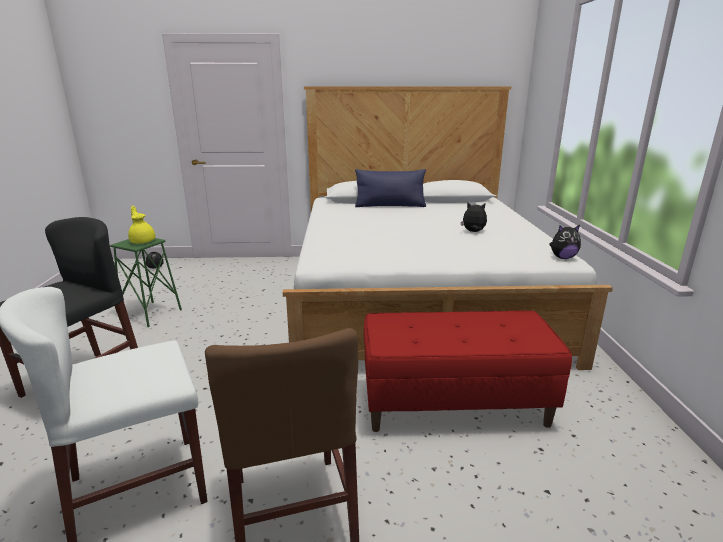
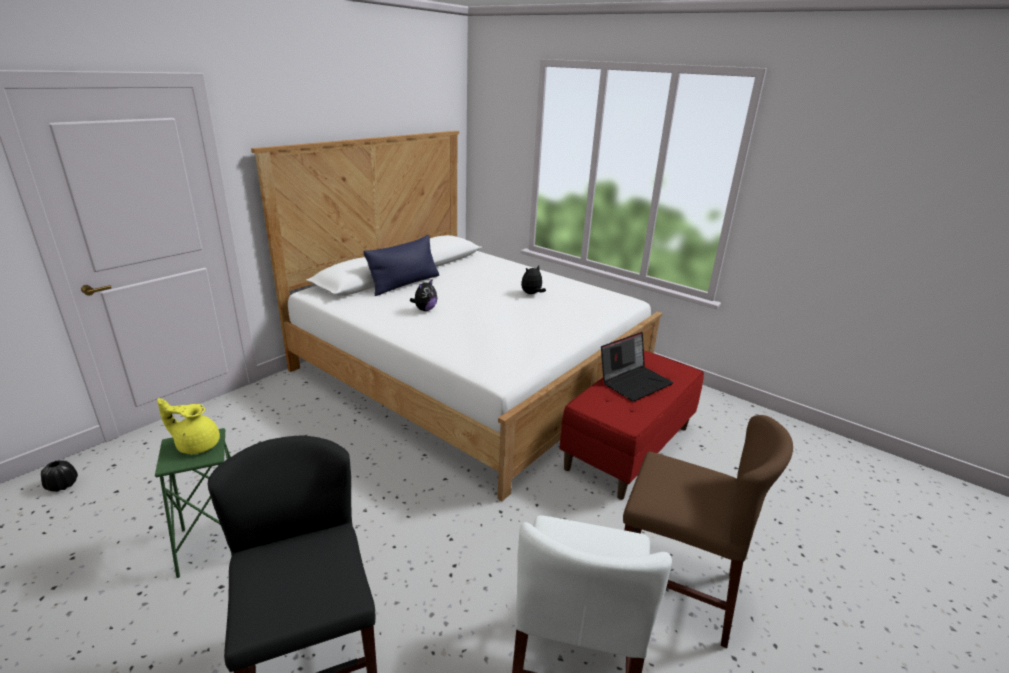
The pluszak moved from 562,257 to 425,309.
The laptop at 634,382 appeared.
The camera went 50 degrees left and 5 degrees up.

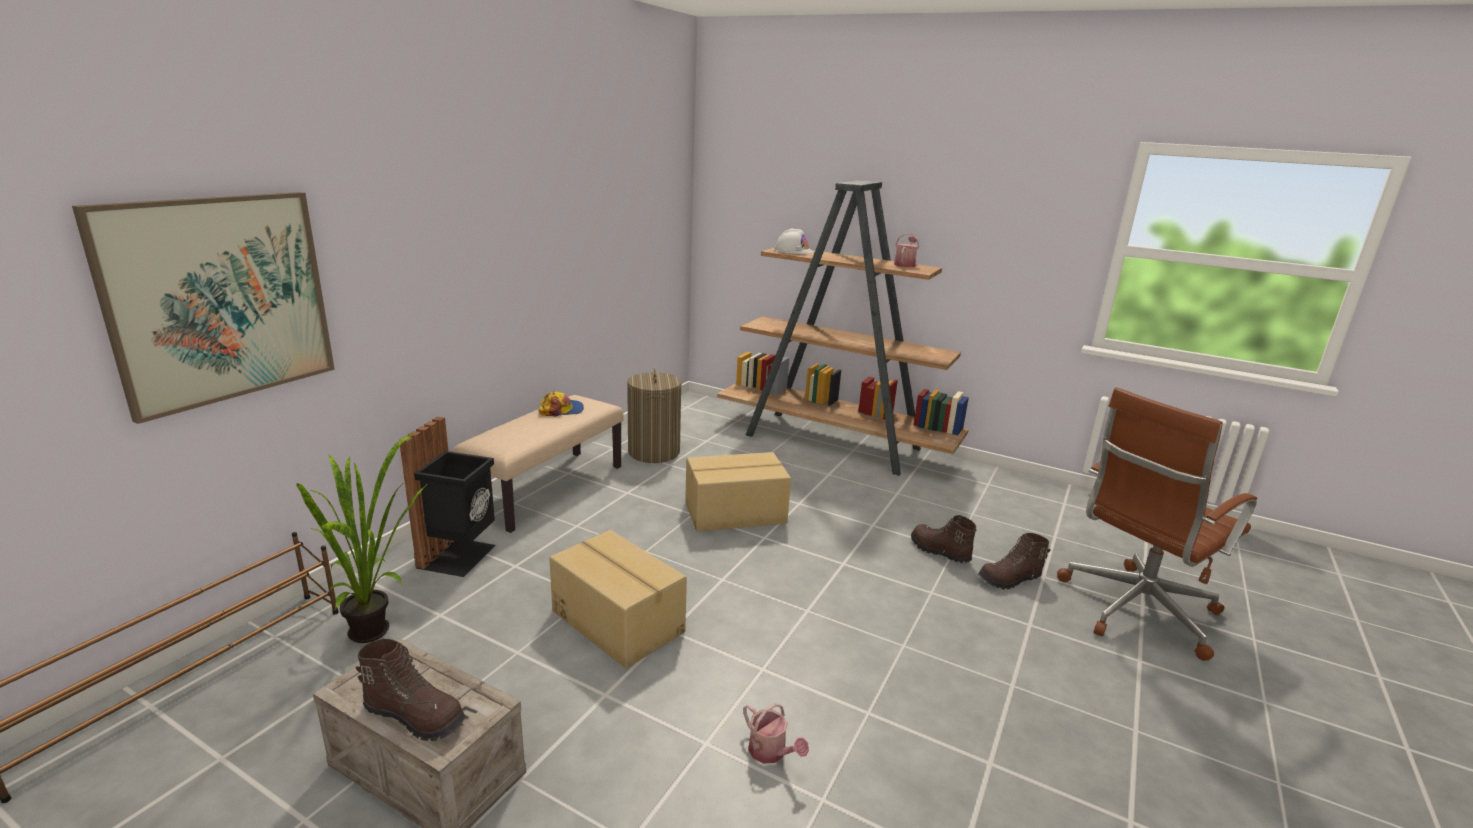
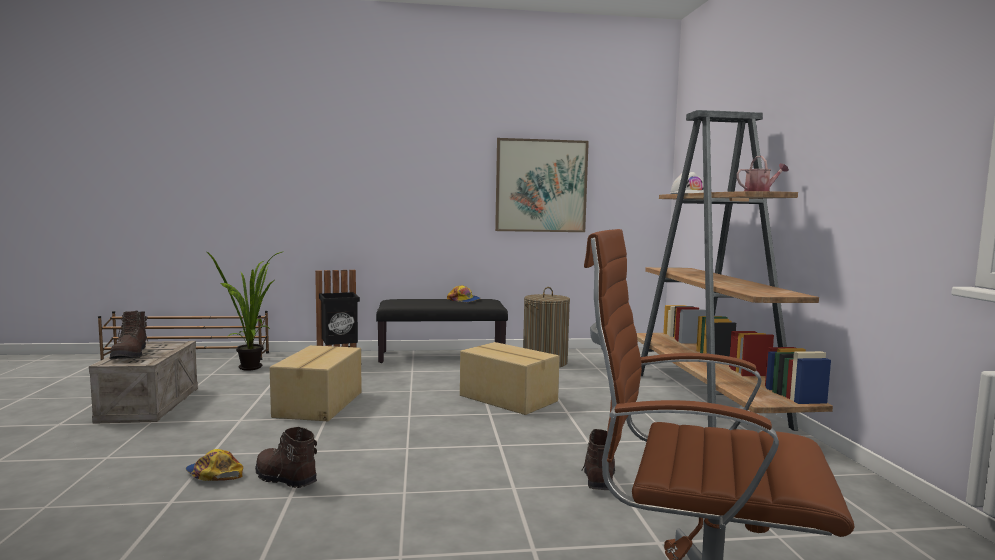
The obraz moved from 221,299 to 541,186.
The ławka/beżowy at 546,489 became the ławka/czarny at 442,356.
The but z cholewką/brązowy moved from 1010,579 to 284,479.
The konewka at 771,753 was replaced by the czapka z daszkiem at 213,474.
The camera went 55 degrees right and 15 degrees down.

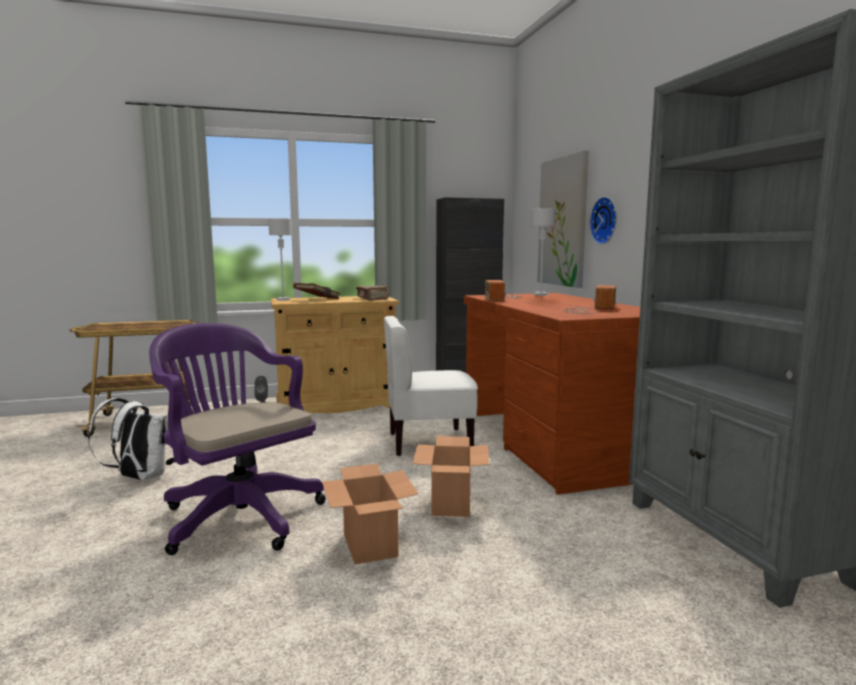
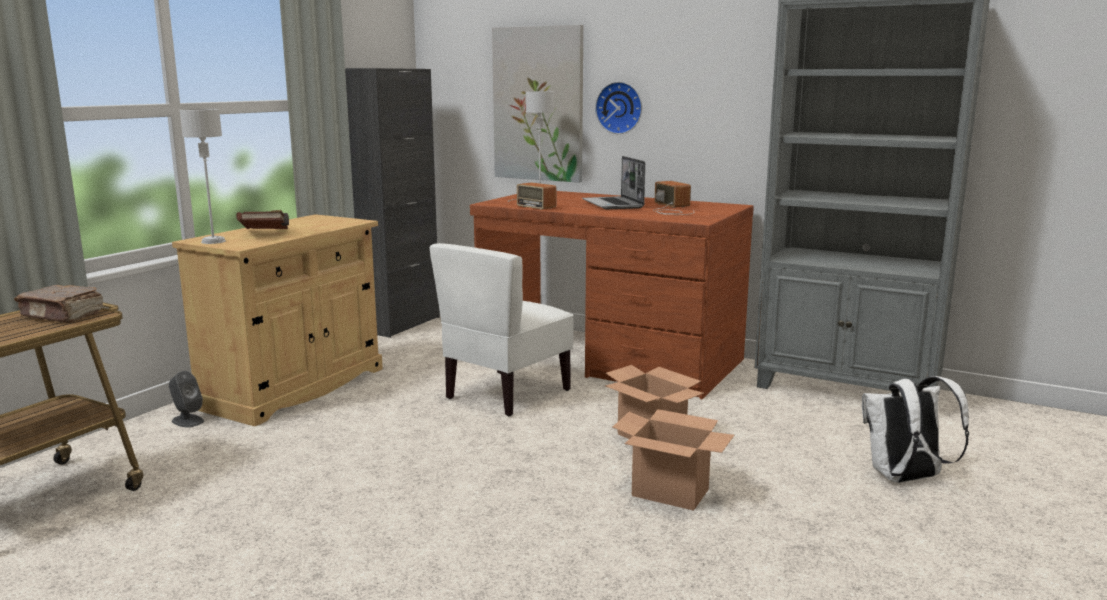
The książka/brązowy moved from 372,299 to 62,316.
The krzesło biurowe/fioletowy at 238,514 disappeared.
The plecak/biały moved from 138,477 to 905,479.
The laptop at 613,204 appeared.
The camera went 45 degrees left and 5 degrees up.

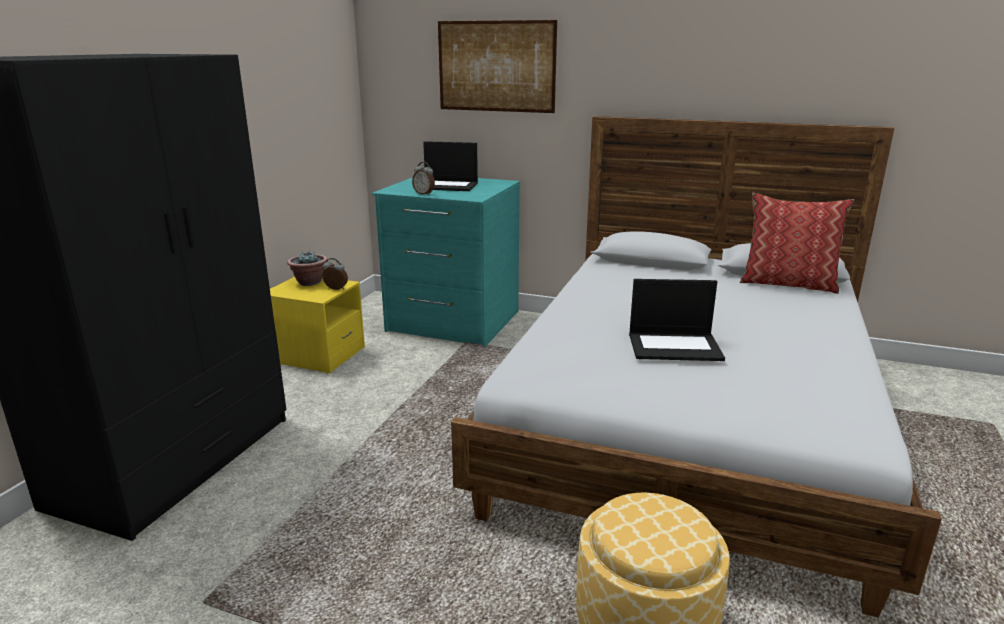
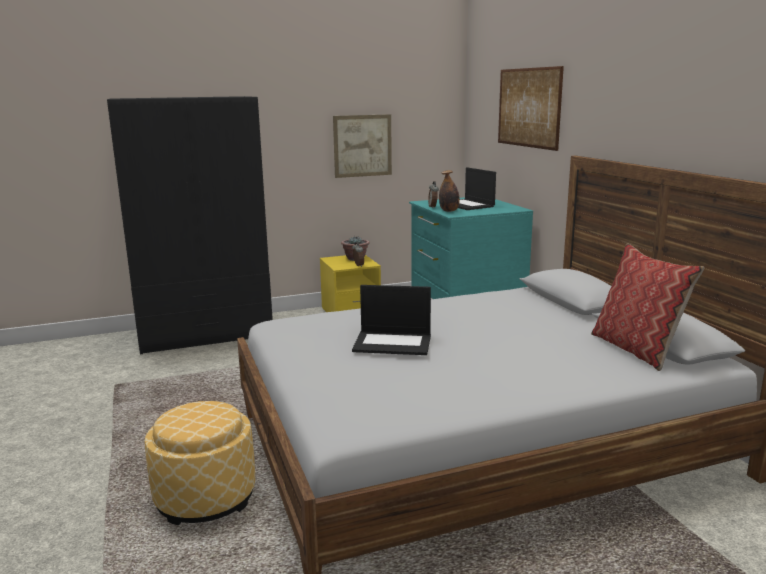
The laptop at 675,346 turned 45 degrees counterclockwise.
The obraz at 362,146 appeared.
The butelka at 449,211 appeared.
The camera went 50 degrees right and 5 degrees down.

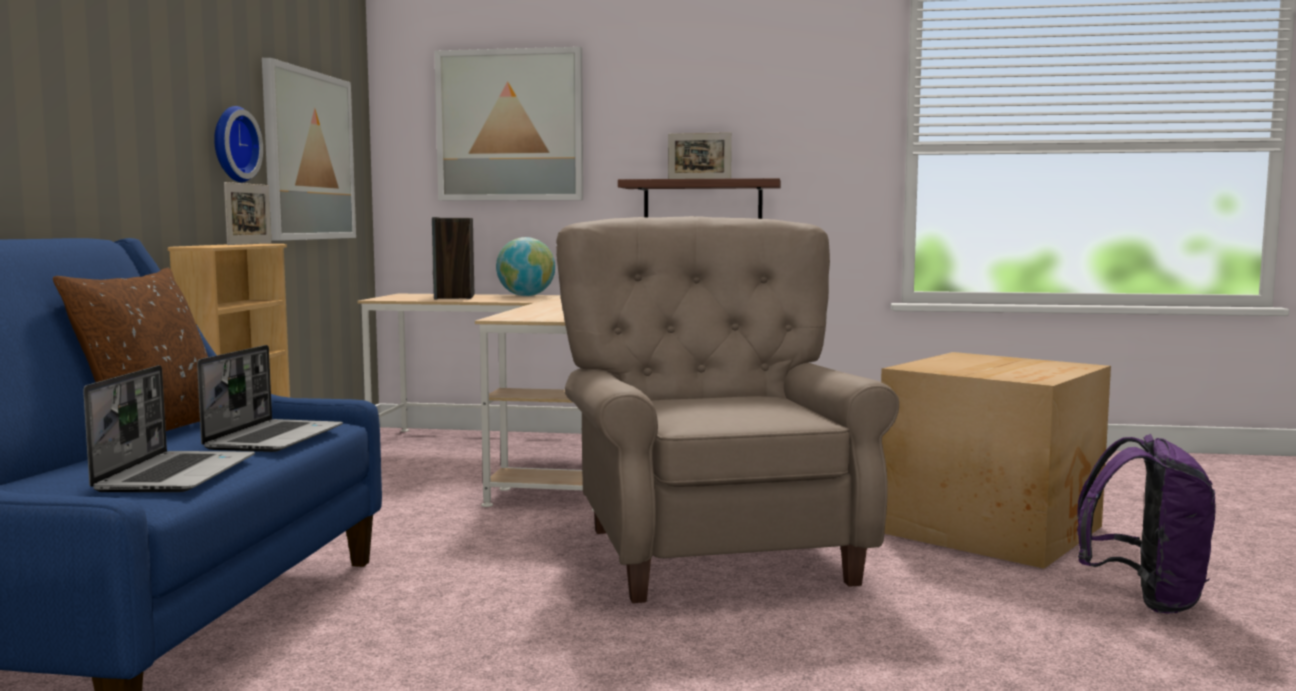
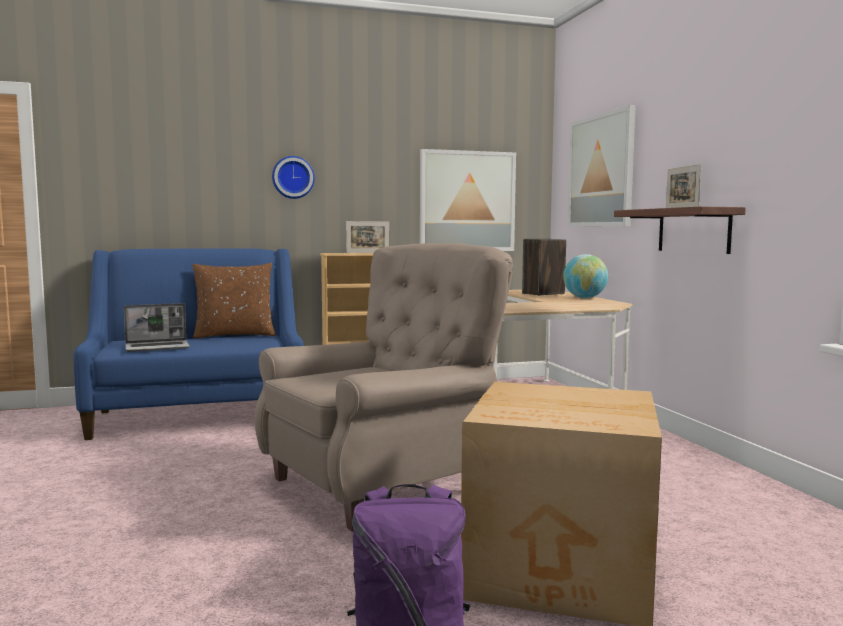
The zegar ścienny moved from 232,144 to 293,177.
The laptop at 274,438 disappeared.
The camera went 65 degrees right and 0 degrees up.

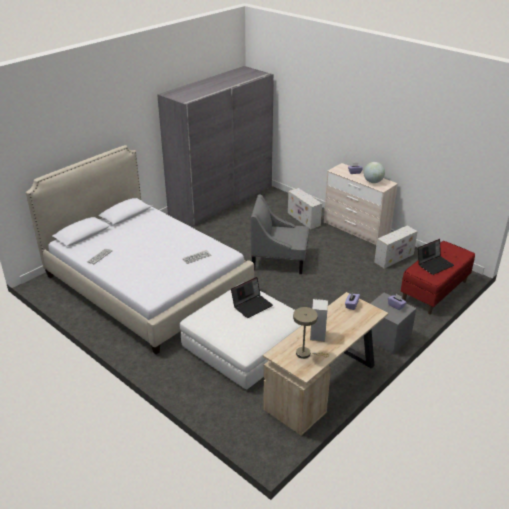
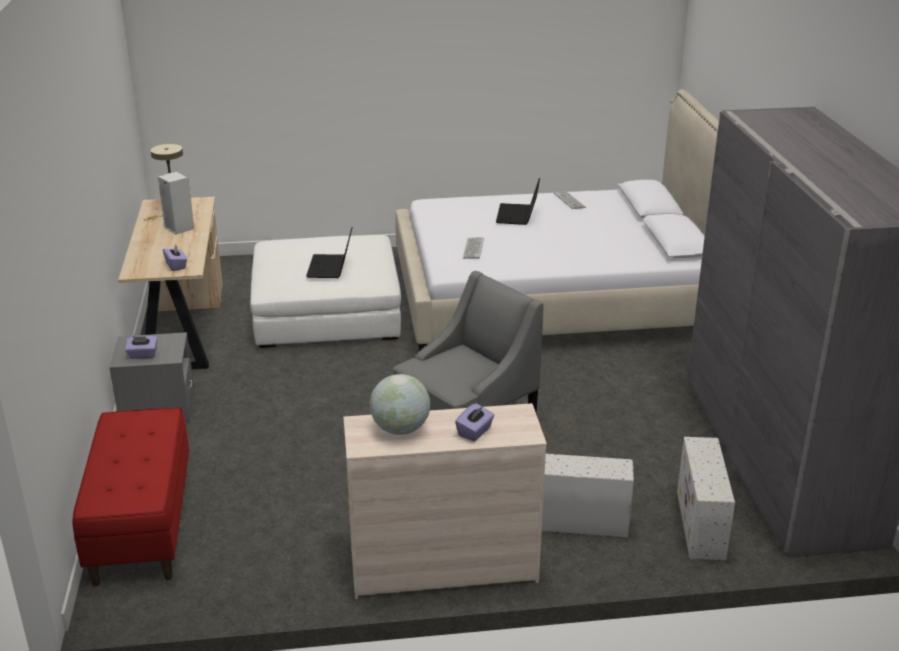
The pojemnik do przechowywania/biały moved from 394,258 to 700,525.
The laptop moved from 434,264 to 518,215.
The camera went 130 degrees right and 5 degrees down.

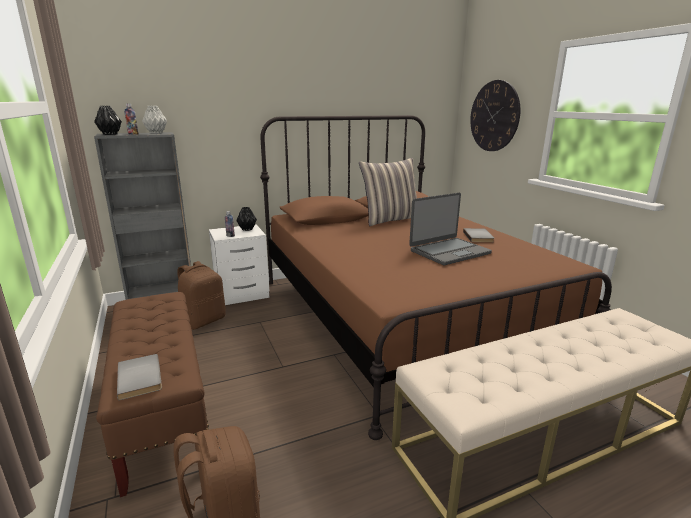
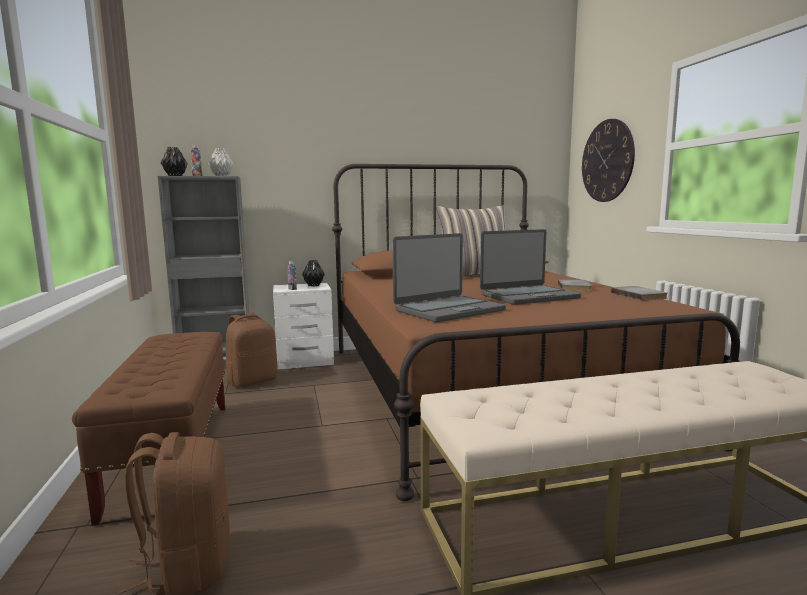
The książka/szary moved from 142,377 to 640,295.
The laptop at 448,310 appeared.
The camera went 10 degrees right and 10 degrees down.

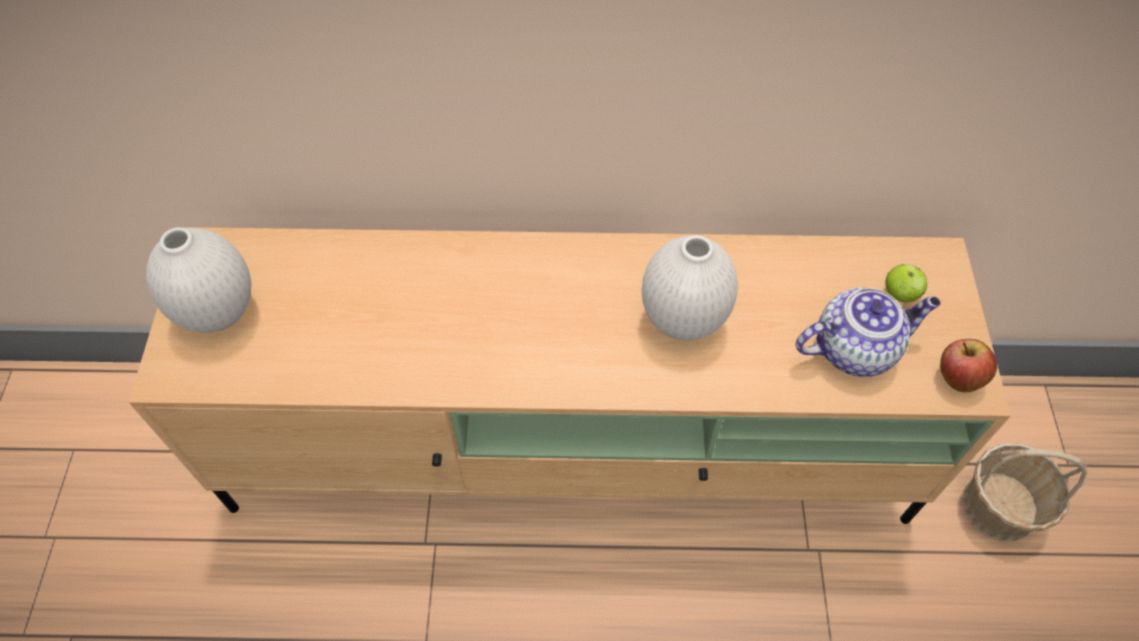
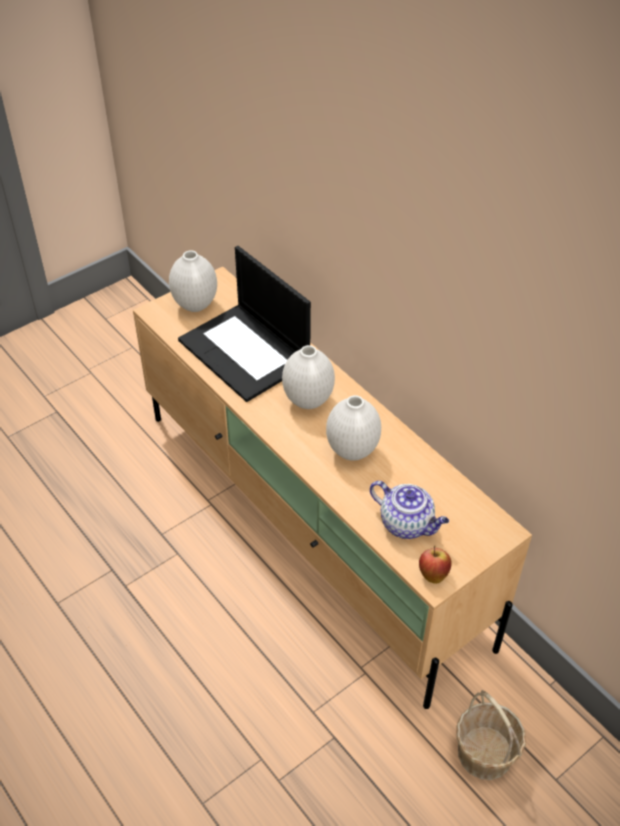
The jabłko at 900,294 disappeared.
The laptop at 246,352 appeared.
The wazon/biały at 307,400 appeared.
The camera went 50 degrees right and 10 degrees down.

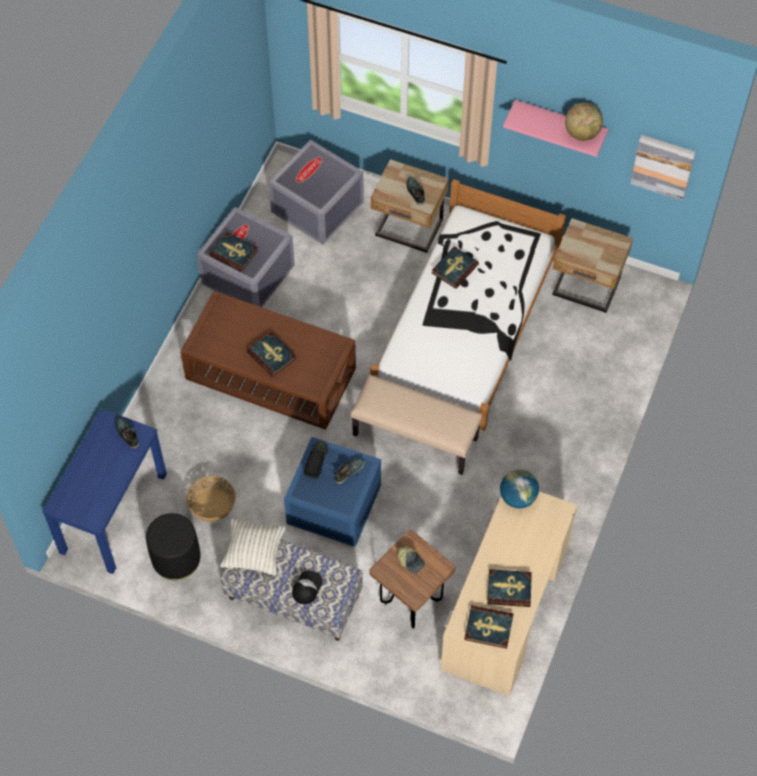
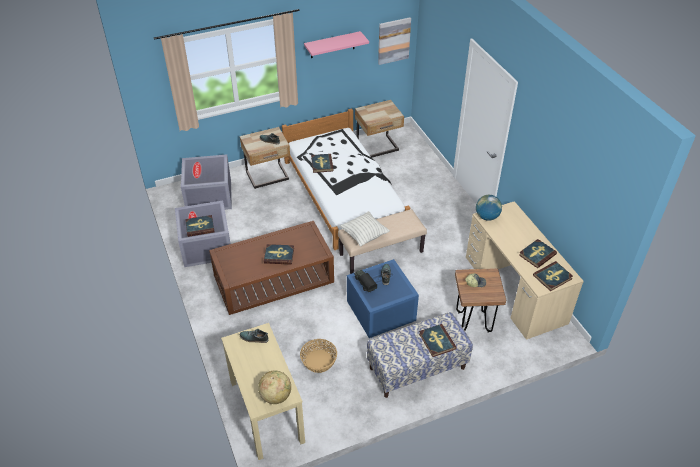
The globus moved from 582,133 to 276,396.
The stolik konsolowy/niebieski at 113,512 became the stolik konsolowy/beżowy at 266,410.
The pufa/czarny at 176,559 disappeared.
The poduszka moved from 254,553 to 364,235.
The czapka z daszkiem at 306,587 was replaced by the książka at 437,341.
The camera went 45 degrees left and 15 degrees down.

